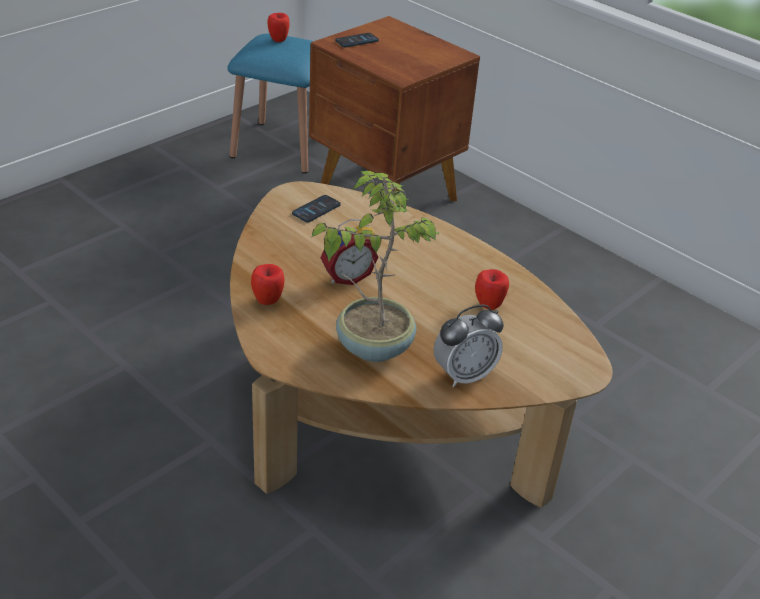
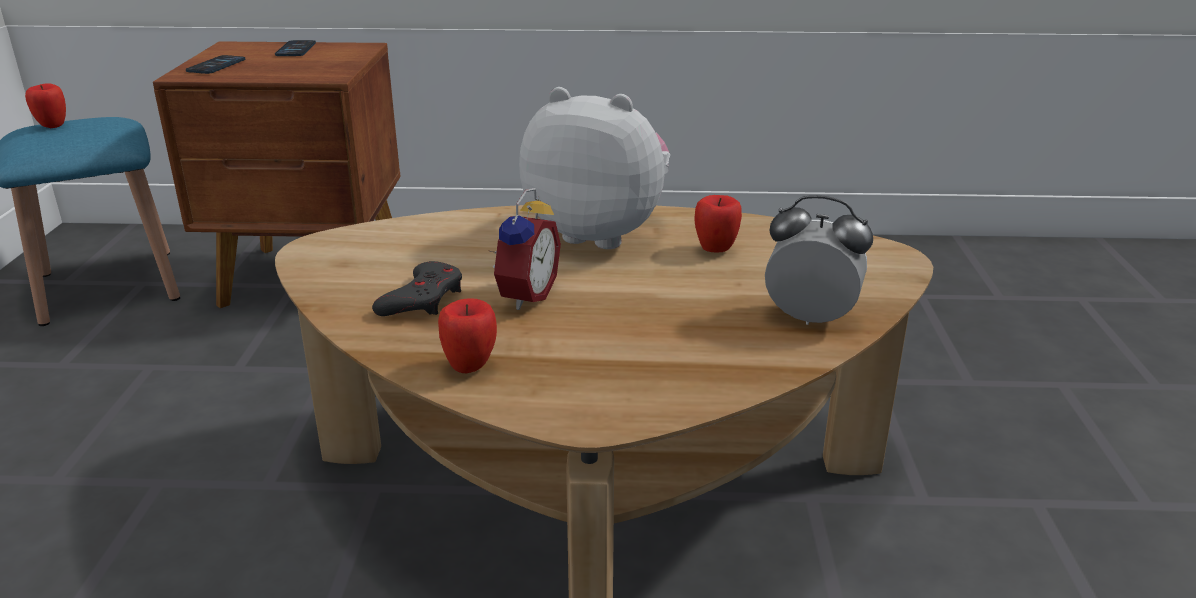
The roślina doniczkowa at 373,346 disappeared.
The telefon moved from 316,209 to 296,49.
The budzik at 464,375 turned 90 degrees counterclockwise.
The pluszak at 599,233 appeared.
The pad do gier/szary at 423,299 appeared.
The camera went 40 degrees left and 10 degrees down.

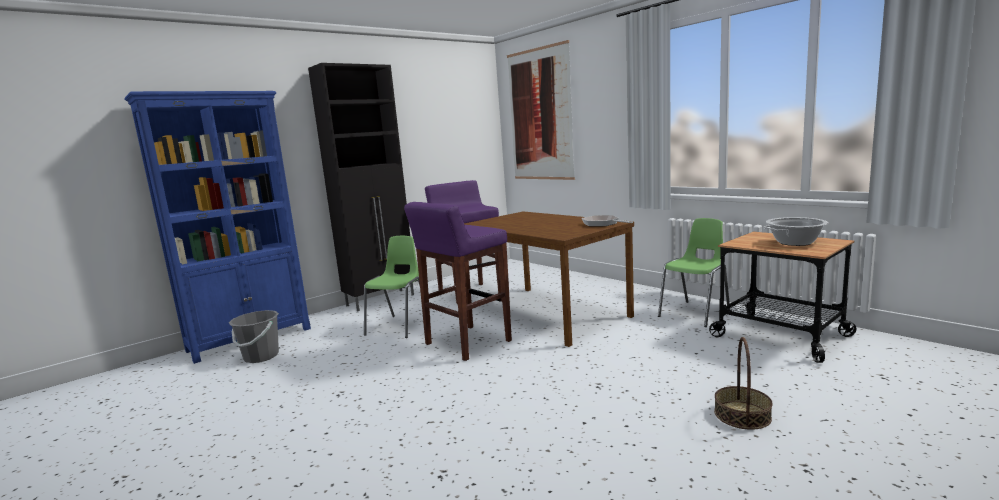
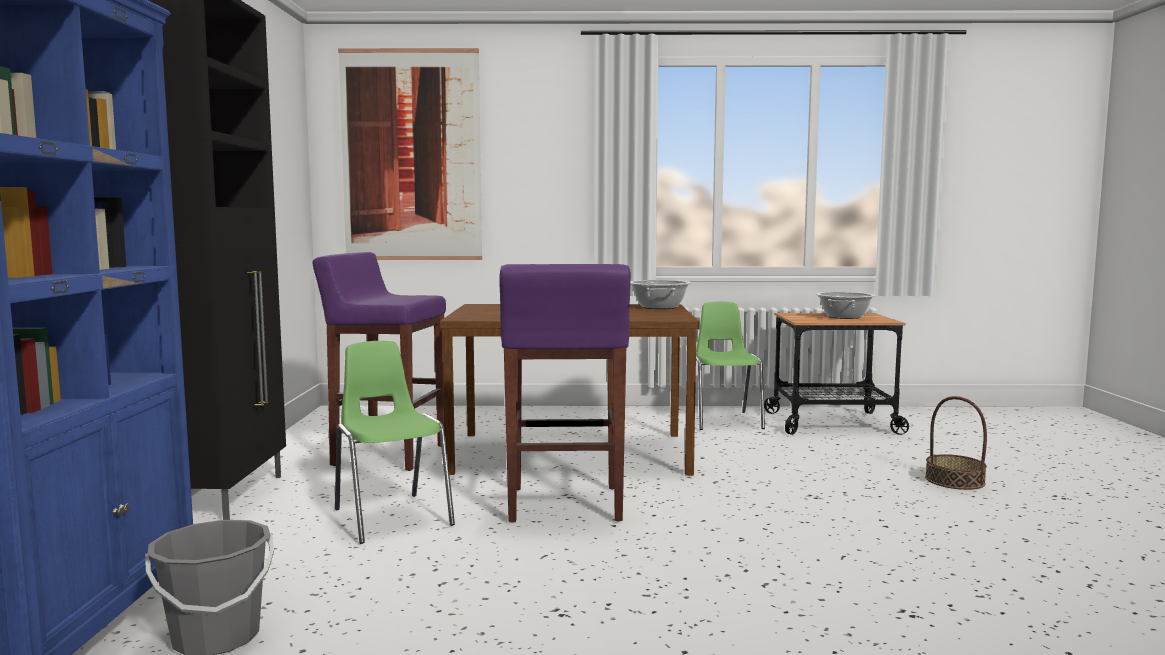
The patelnia at 602,224 was replaced by the garnek at 659,307.
The camera went 50 degrees left and 5 degrees down.

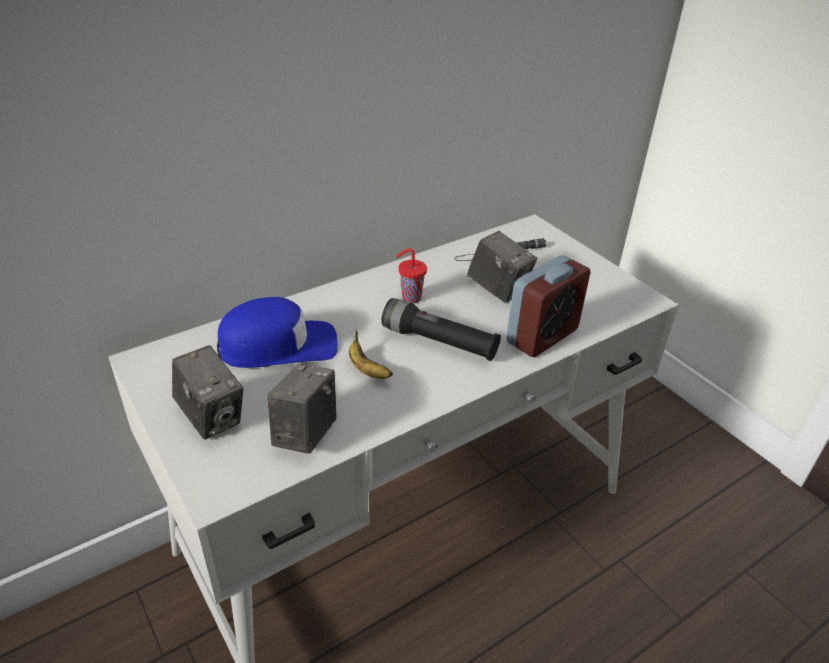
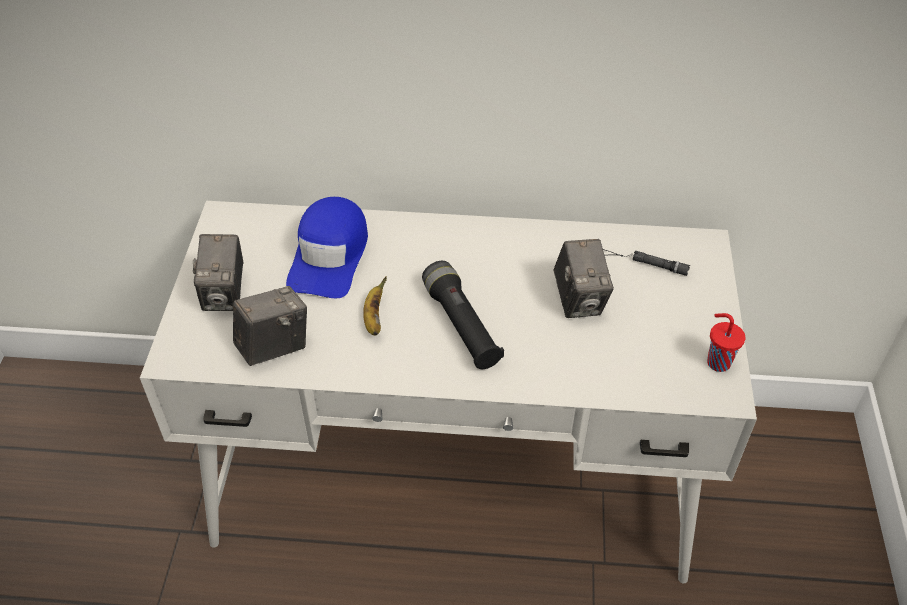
The filiżanka/czerwony moved from 410,298 to 717,362.
The budzik at 542,336 disappeared.
The czapka z daszkiem/niebieski at 278,345 turned 75 degrees clockwise.
The camera went 40 degrees right and 10 degrees up.

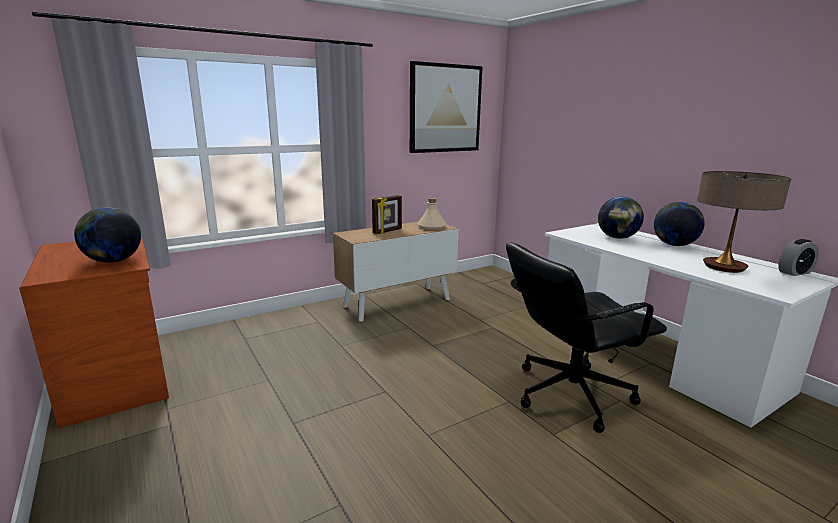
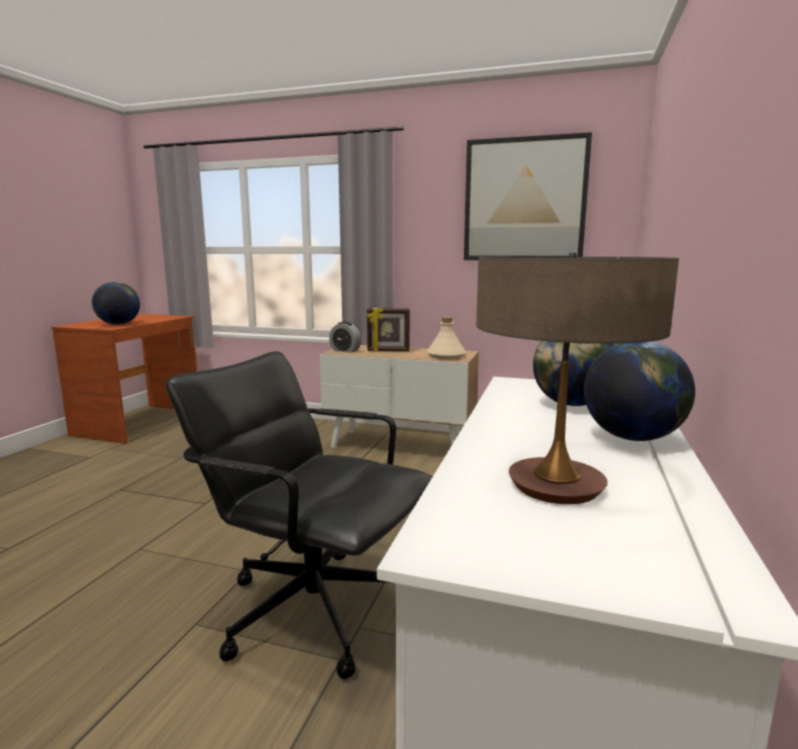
The budzik moved from 794,272 to 345,350.
The camera went 50 degrees right and 5 degrees down.

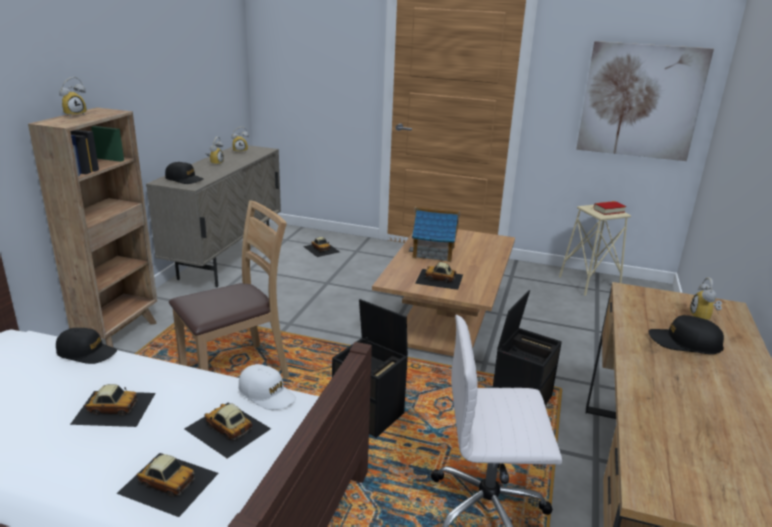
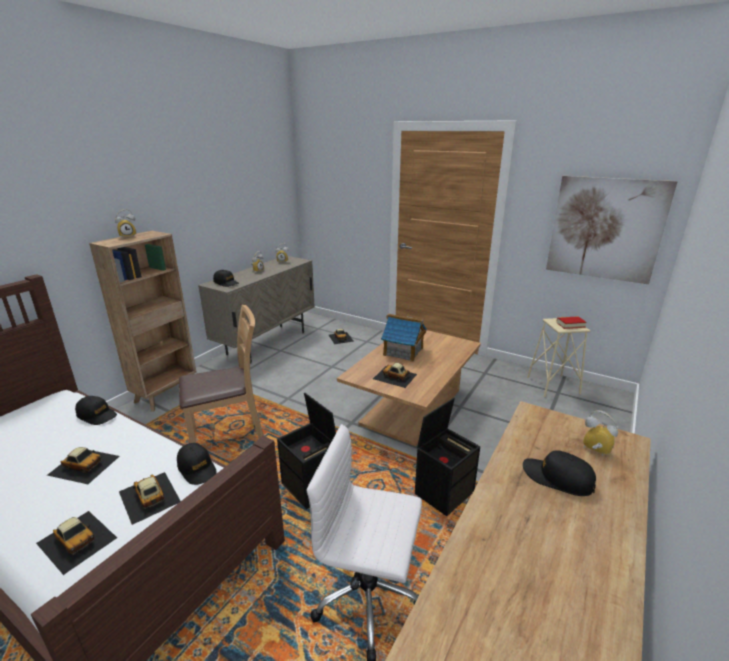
The budzik at 703,318 turned 105 degrees clockwise.
The czapka z daszkiem/biały at 267,394 became the czapka z daszkiem/czarny at 197,468.
The camera went 15 degrees right and 0 degrees up.

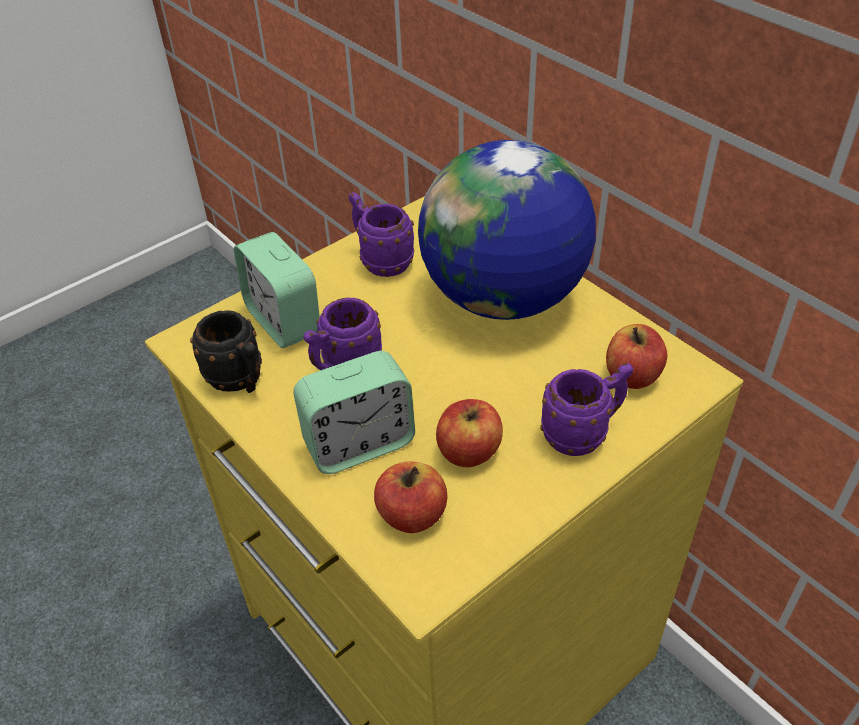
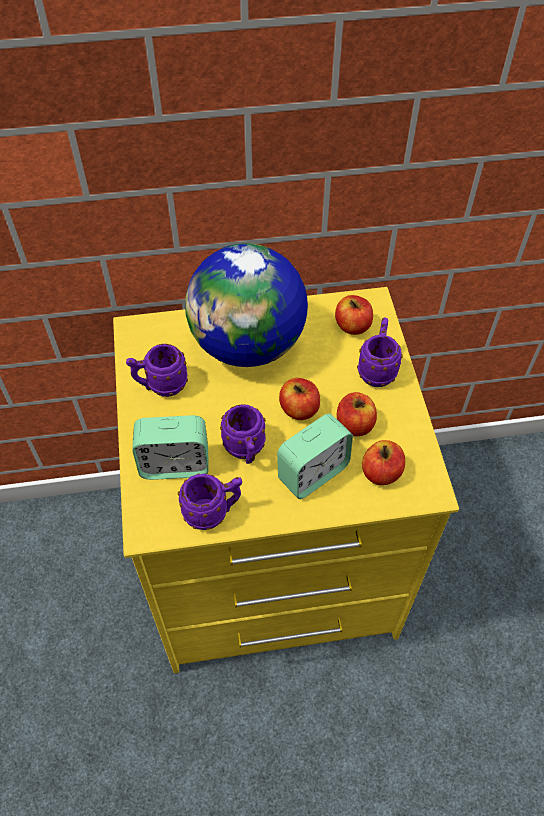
The kubek/czarny at 240,381 became the kubek/fioletowy at 213,512.
The budzik at 359,444 turned 45 degrees clockwise.
The jabłko at 299,409 appeared.
The camera went 60 degrees left and 10 degrees up.

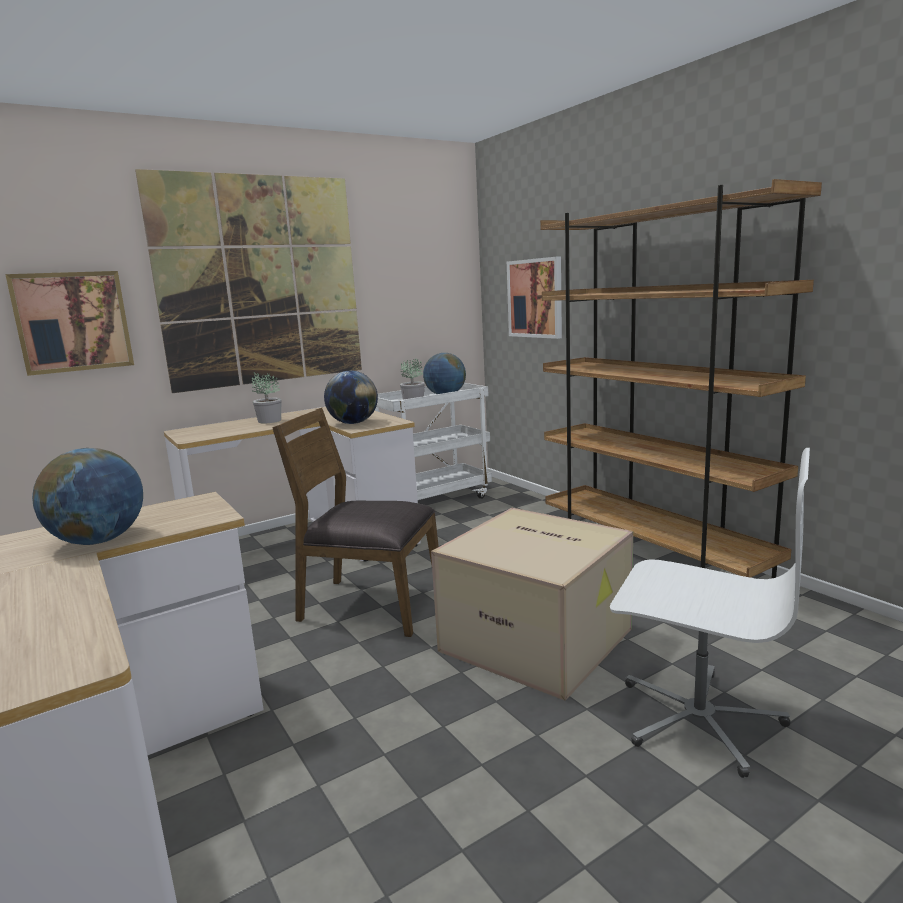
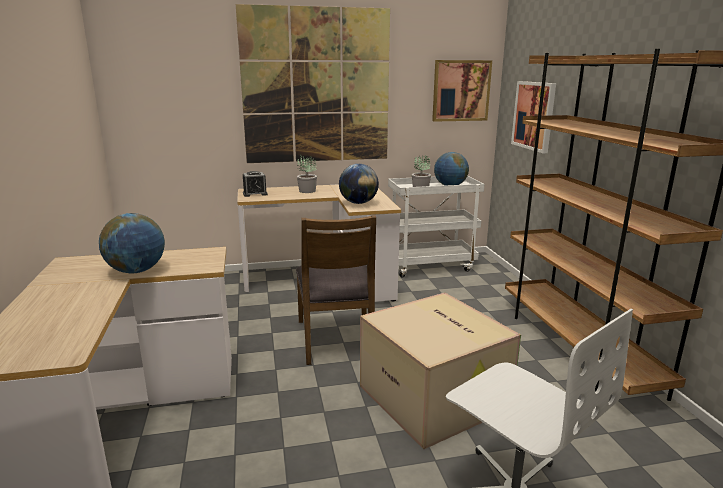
The obraz moved from 73,322 to 461,90.
The krzesło/brązowy at 370,604 turned 135 degrees counterclockwise.
The budzik at 255,194 appeared.
The camera went 20 degrees right and 5 degrees up.

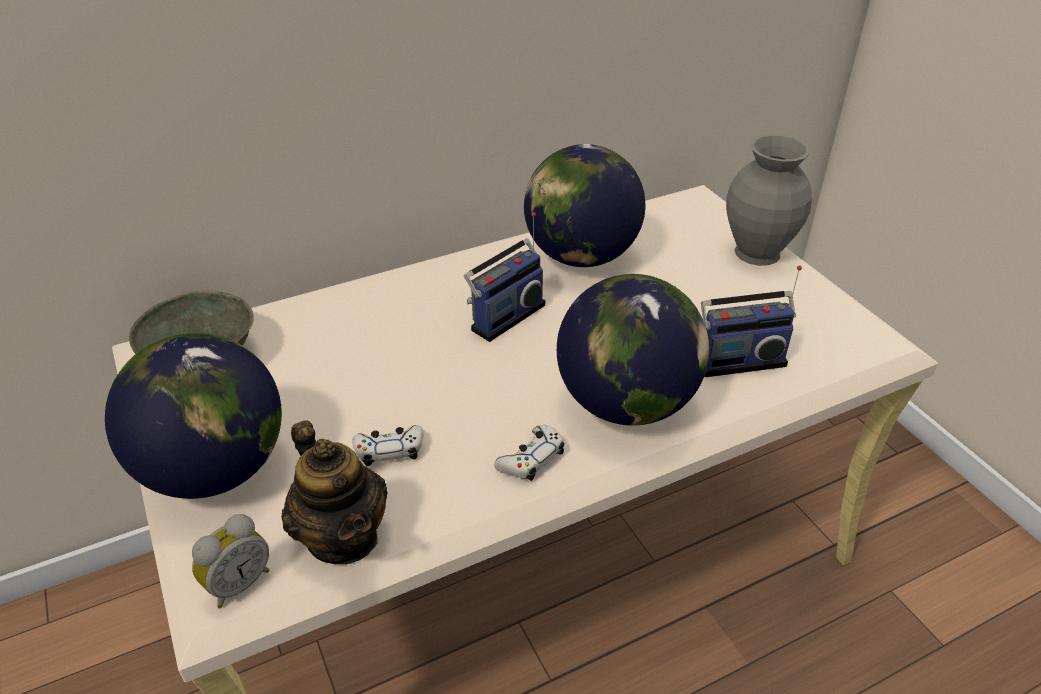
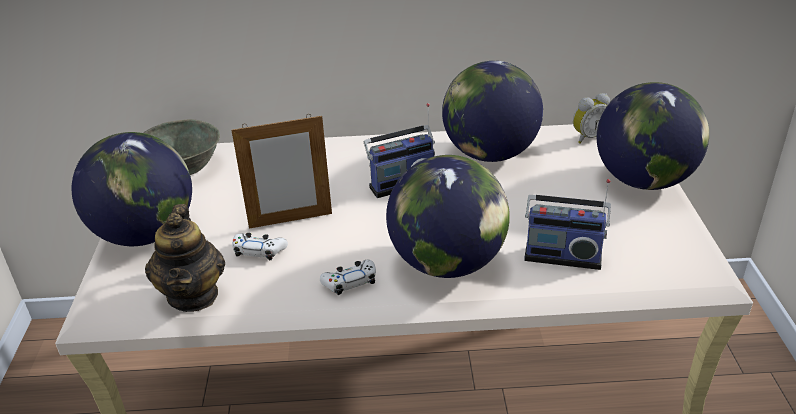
The wazon/szary at 758,253 was replaced by the globus at 643,181.
The budzik moved from 238,583 to 588,137.
The ramka na zdjęcie at 290,220 appeared.
The camera went 25 degrees right and 5 degrees down.

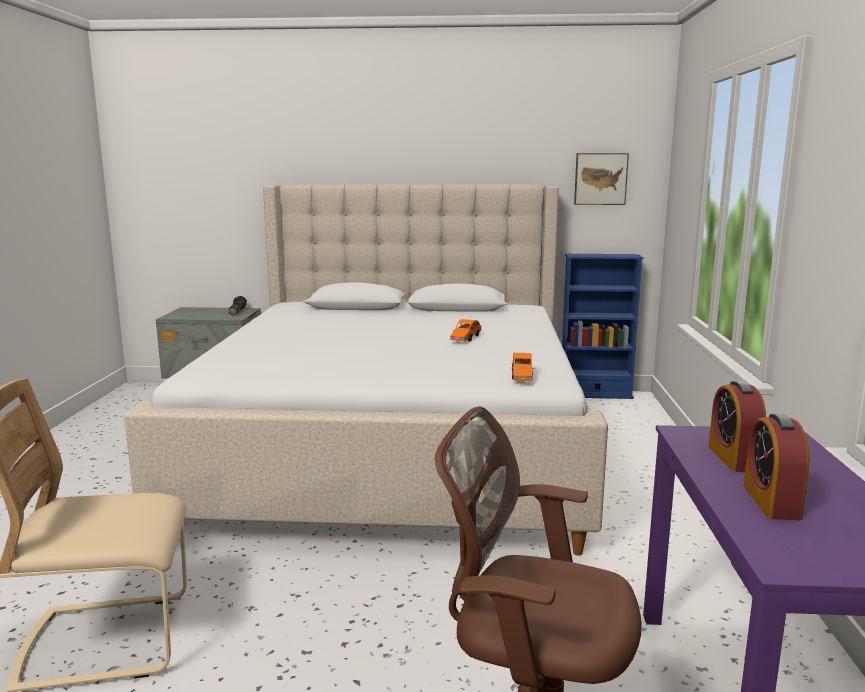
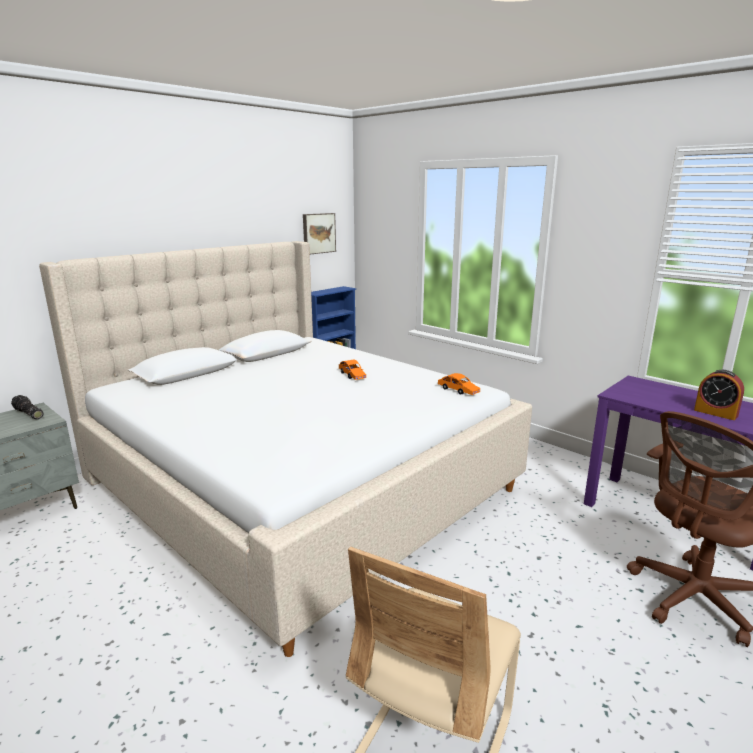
The budzik at 733,458 disappeared.
The camera went 50 degrees left and 5 degrees up.

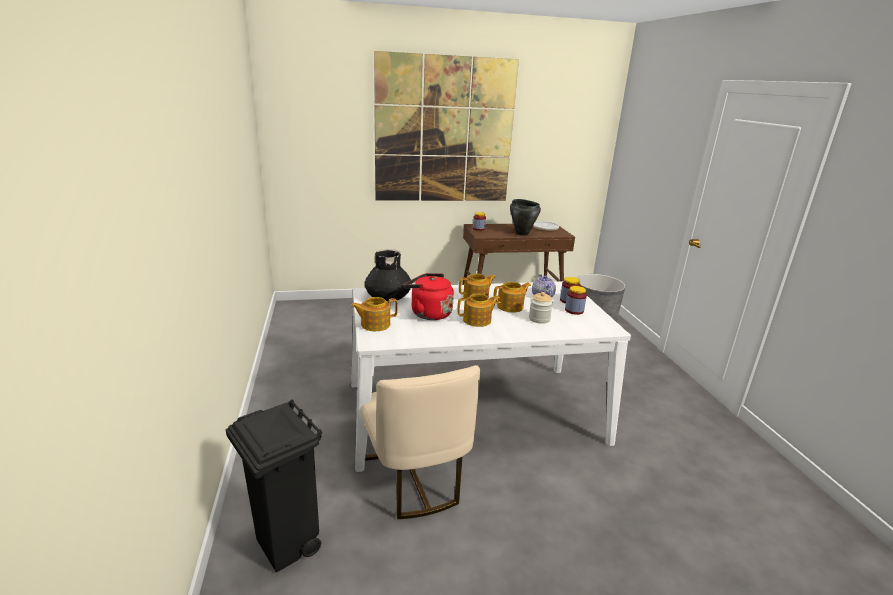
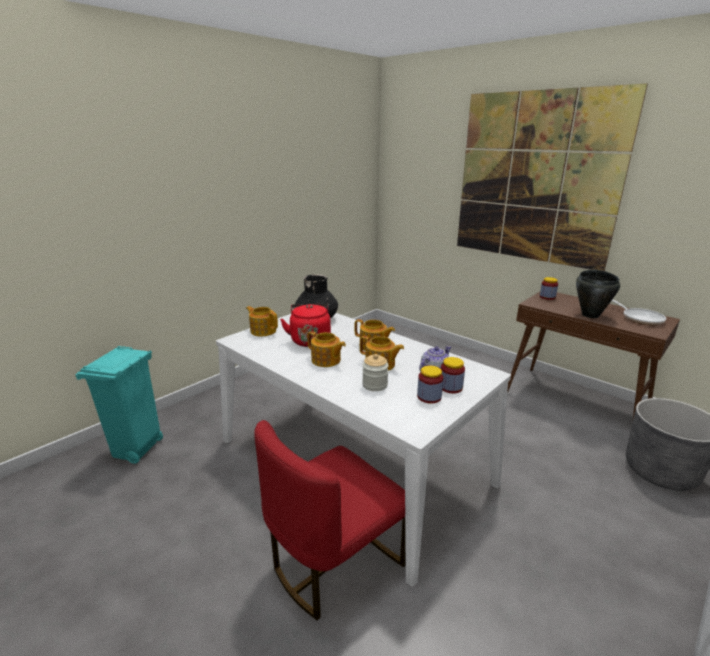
The krzesło/beżowy at 414,479 disappeared.
The kosz na śmieci/czarny at 287,546 became the kosz na śmieci/turkusowy at 136,450.
The krzesło/czerwony at 334,562 appeared.
The camera went 55 degrees right and 0 degrees up.

